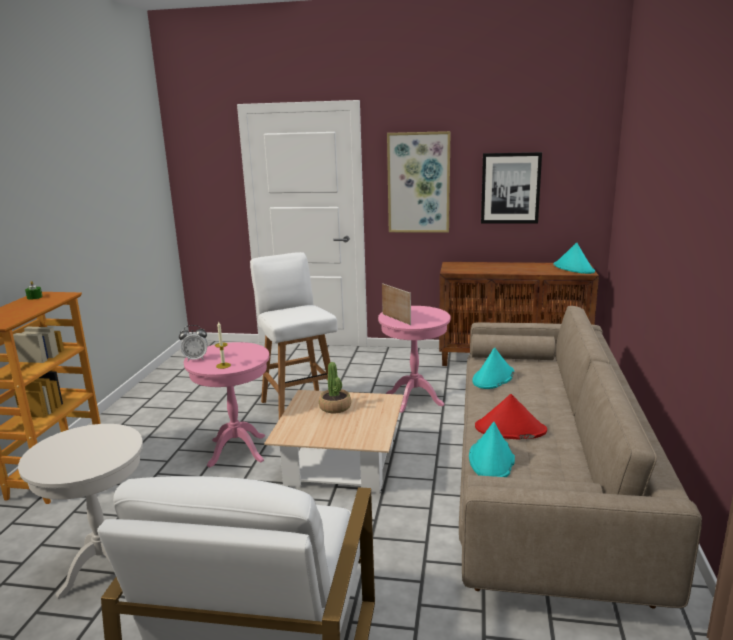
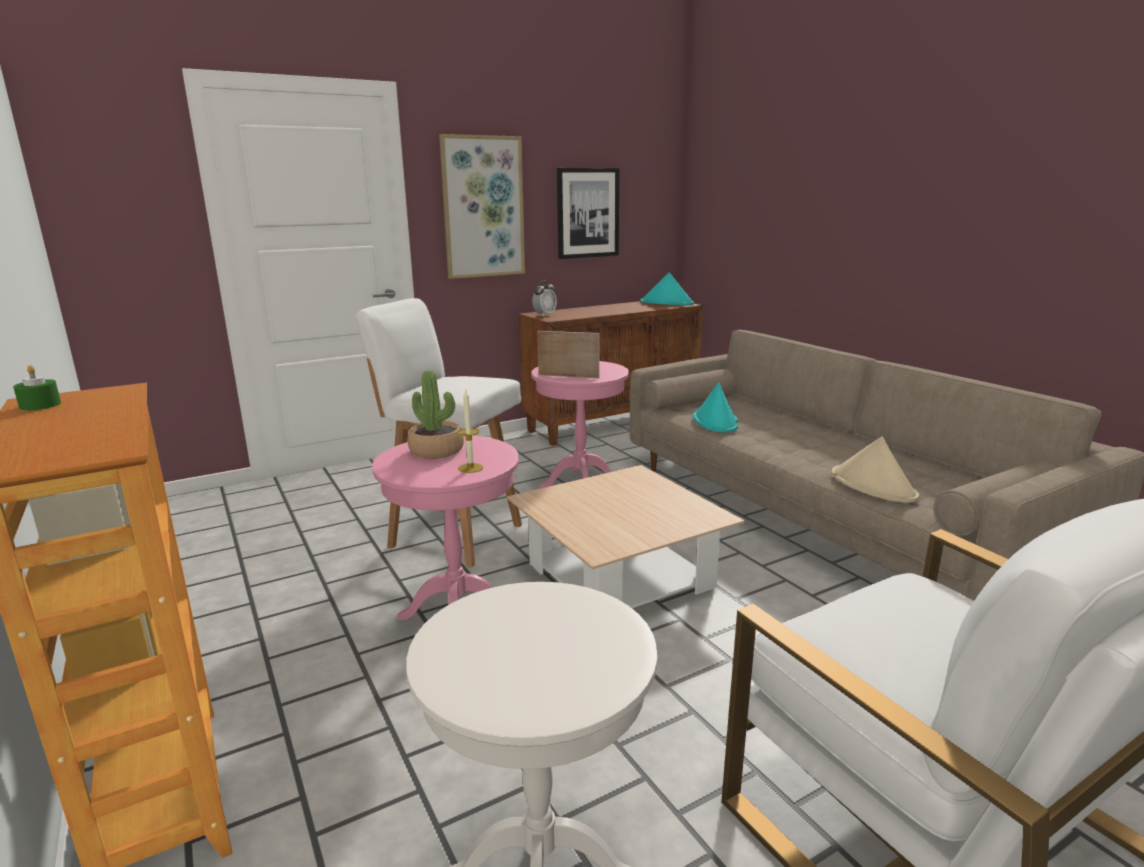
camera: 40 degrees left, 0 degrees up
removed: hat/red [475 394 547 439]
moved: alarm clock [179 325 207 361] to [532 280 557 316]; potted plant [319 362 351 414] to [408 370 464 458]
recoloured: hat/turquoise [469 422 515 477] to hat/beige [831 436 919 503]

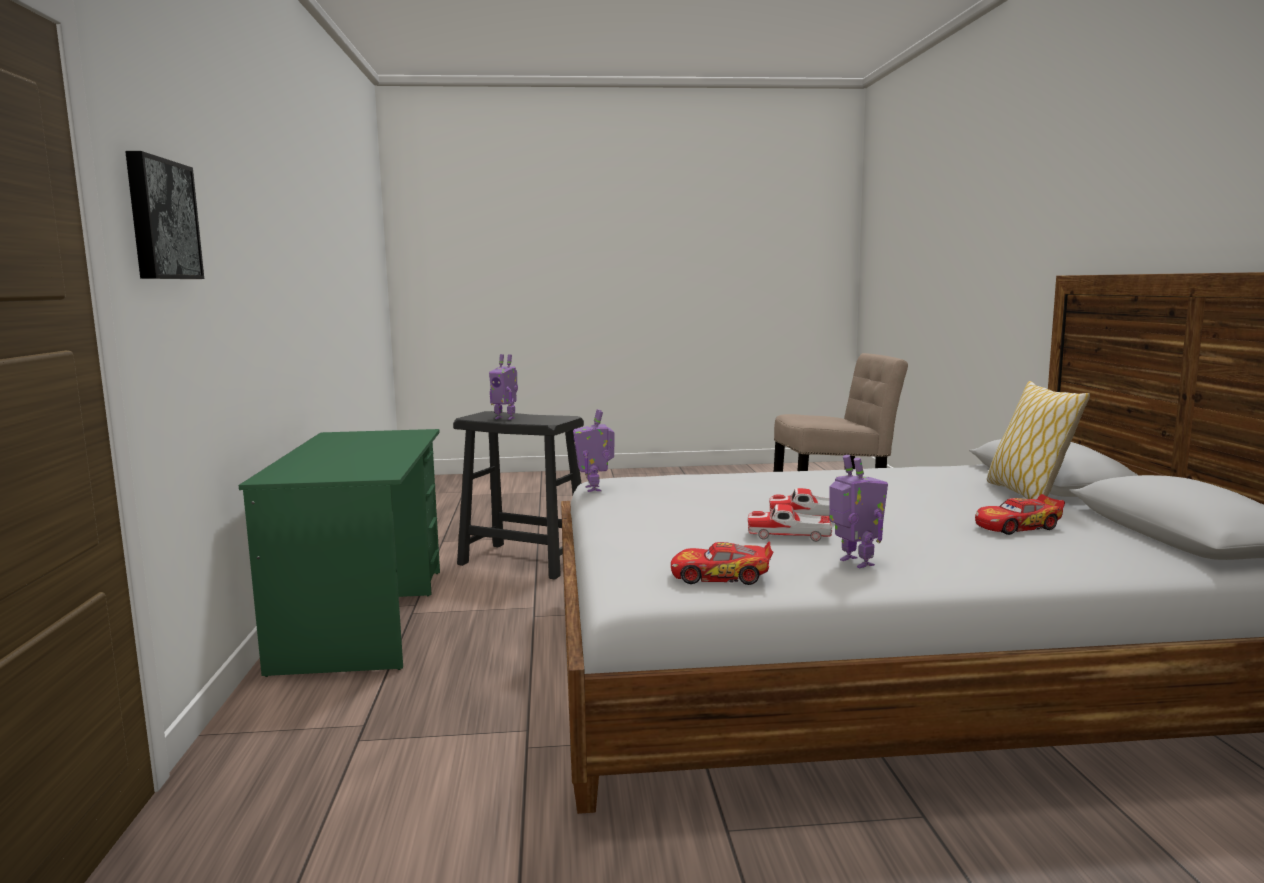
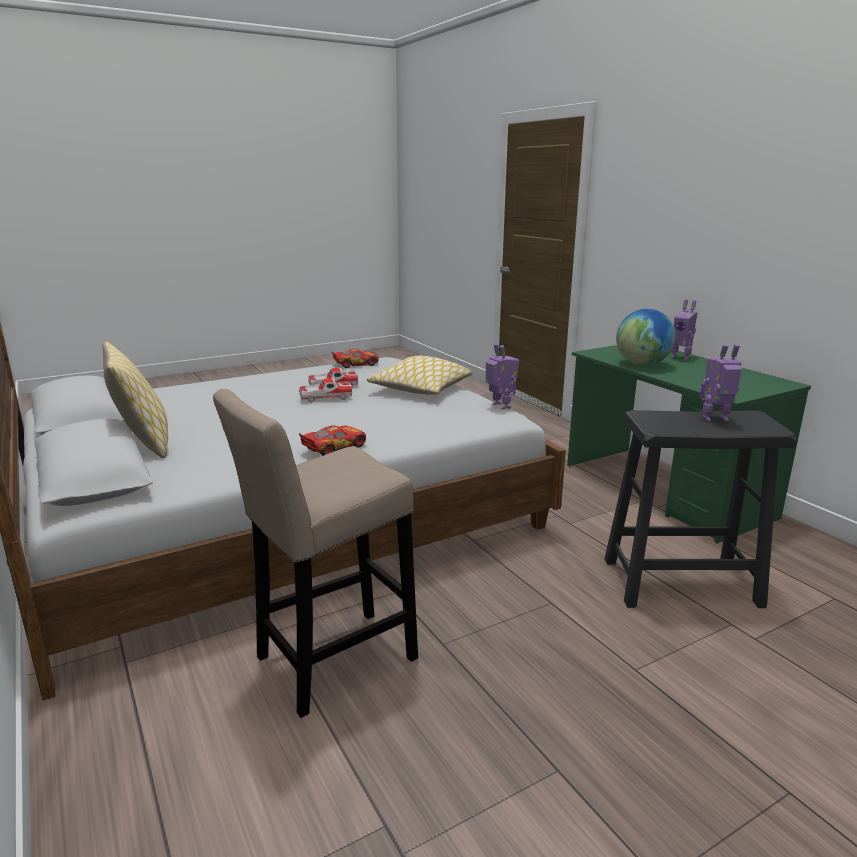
camera: 155 degrees right, 10 degrees up
removed: picture [125 151 204 279]
added: pillow [367 356 473 395]; globe [616 309 676 366]
moved: toy robot [829 455 888 568] to [671 300 697 360]; toy car [975 494 1065 535] to [299 425 366 455]

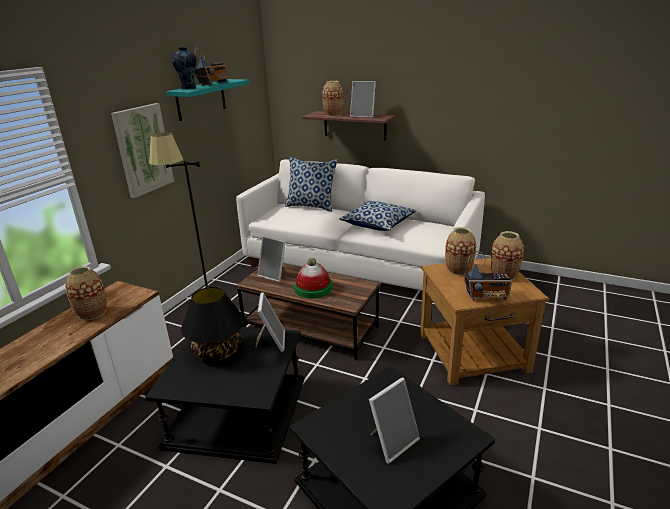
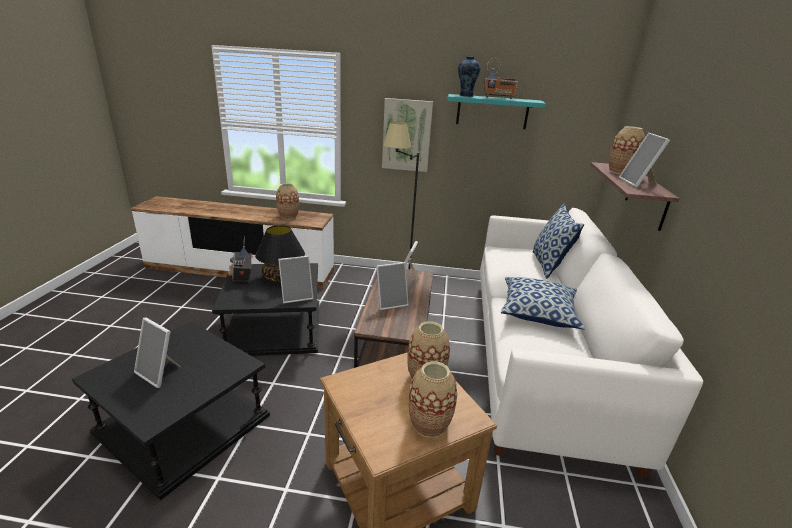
camera: 70 degrees right, 0 degrees up
moved: radio [464 251 512 301] to [228 236 253 282]
replaced: hat [294 258 332 298] to picture frame [376 262 409 310]

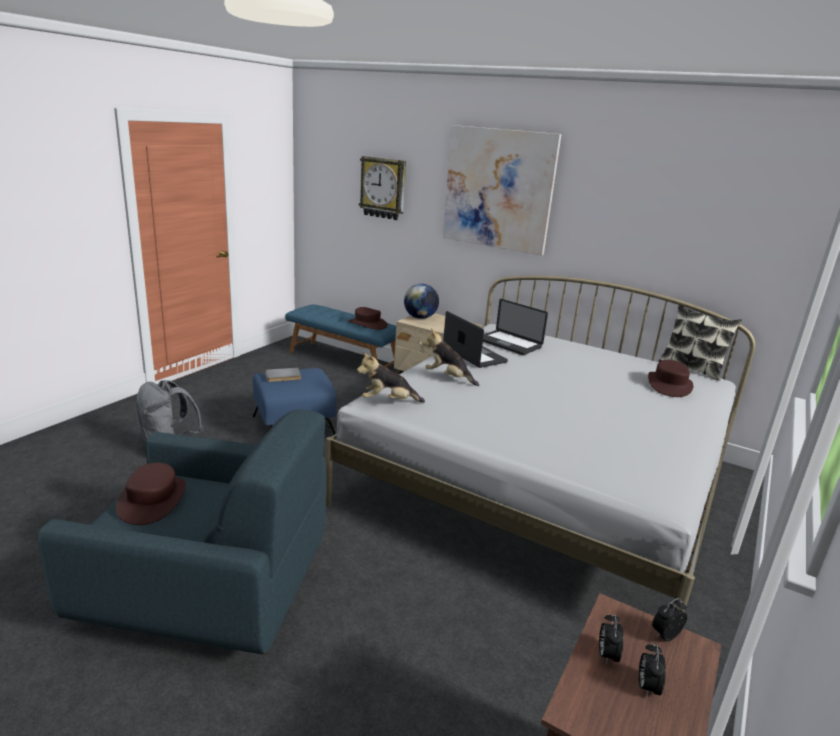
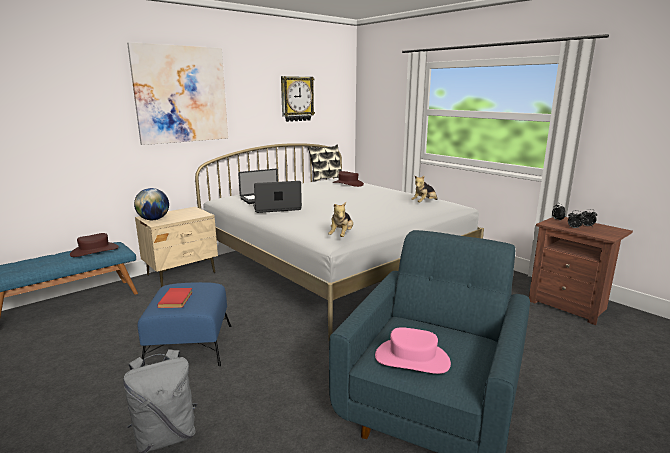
camera: 70 degrees left, 5 degrees down
moved: wall clock [359 156 406 220] to [281 76 315 122]; plush toy [422 328 479 386] to [411 176 437 202]
recoloured: hat/brown [116 463 186 525] to hat/pink [375 327 451 374]; book/grey [265 368 301 382] to book/red [157 288 192 308]

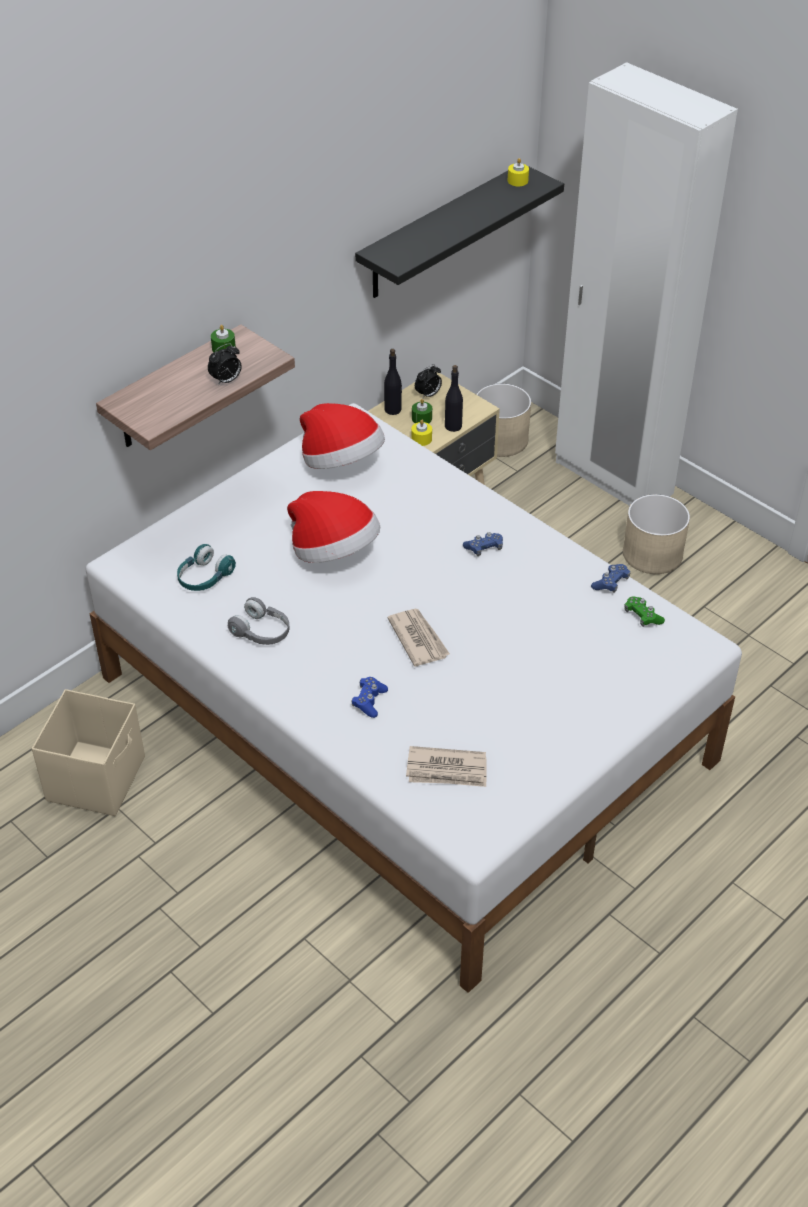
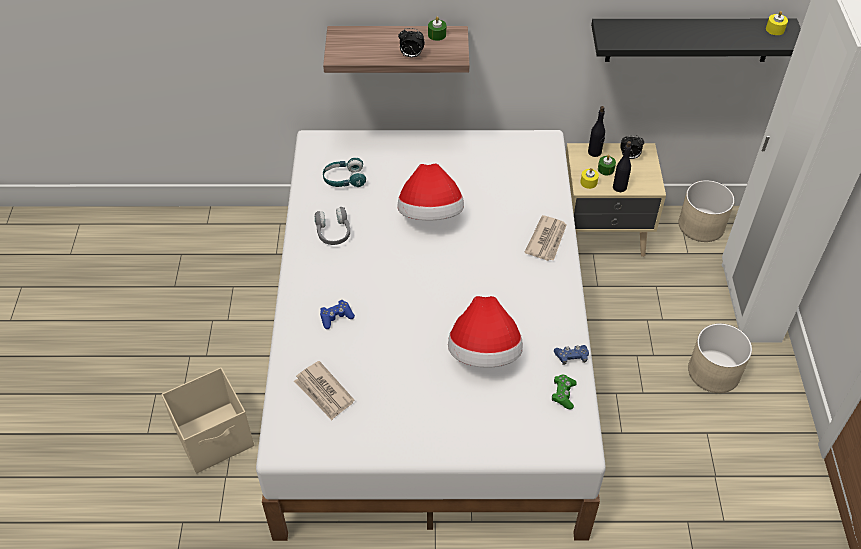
camera: 45 degrees right, 5 degrees up
removed: game controller/blue [463 532 503 556]
moved: storage box/beige [32 689 145 816] to [161 367 254 474]; hat [300 403 385 469] to [448 296 523 368]; newspaper [388 608 450 667] to [524 215 567 261]

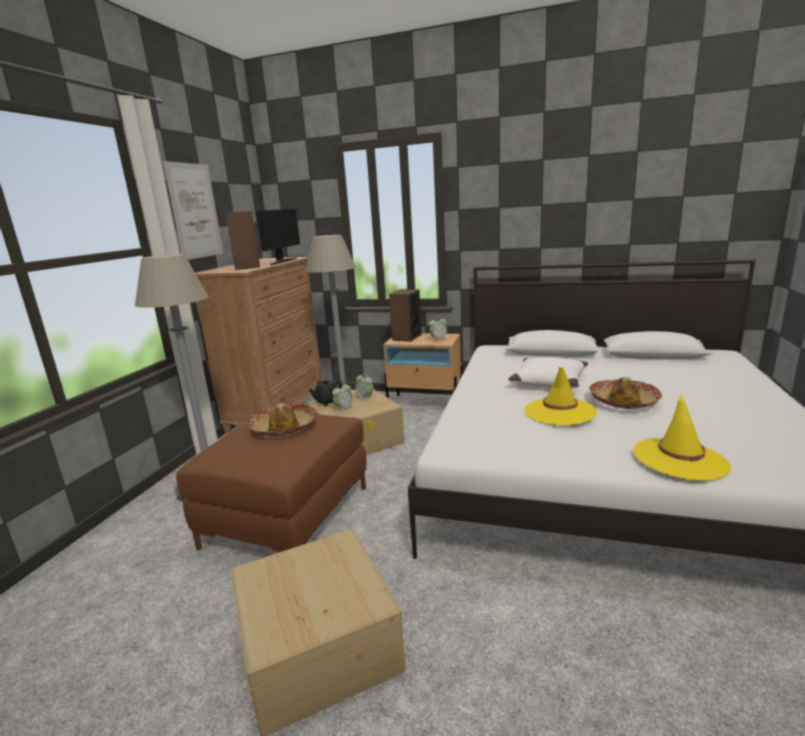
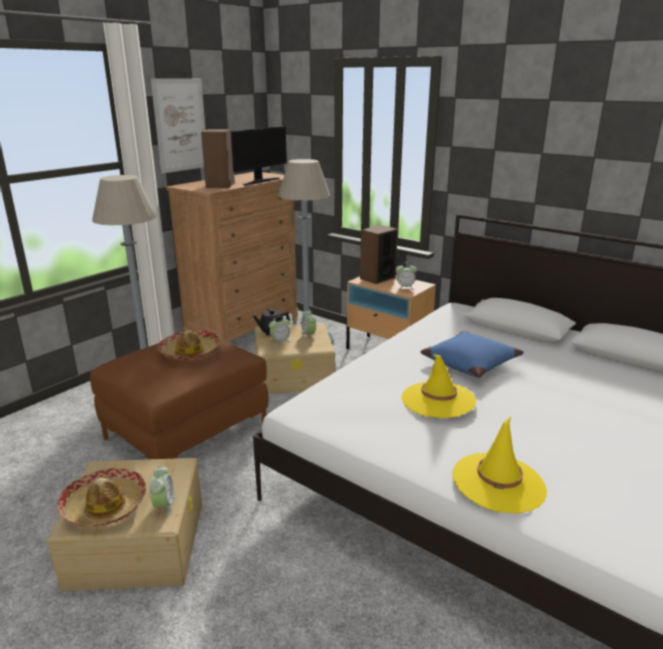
camera: 20 degrees right, 5 degrees up
added: alarm clock [149 466 175 516]
moved: hat [589 377 662 409] to [58 468 146 527]
recoloured: pillow/white [509 357 588 388] to pillow/blue [420 330 524 378]

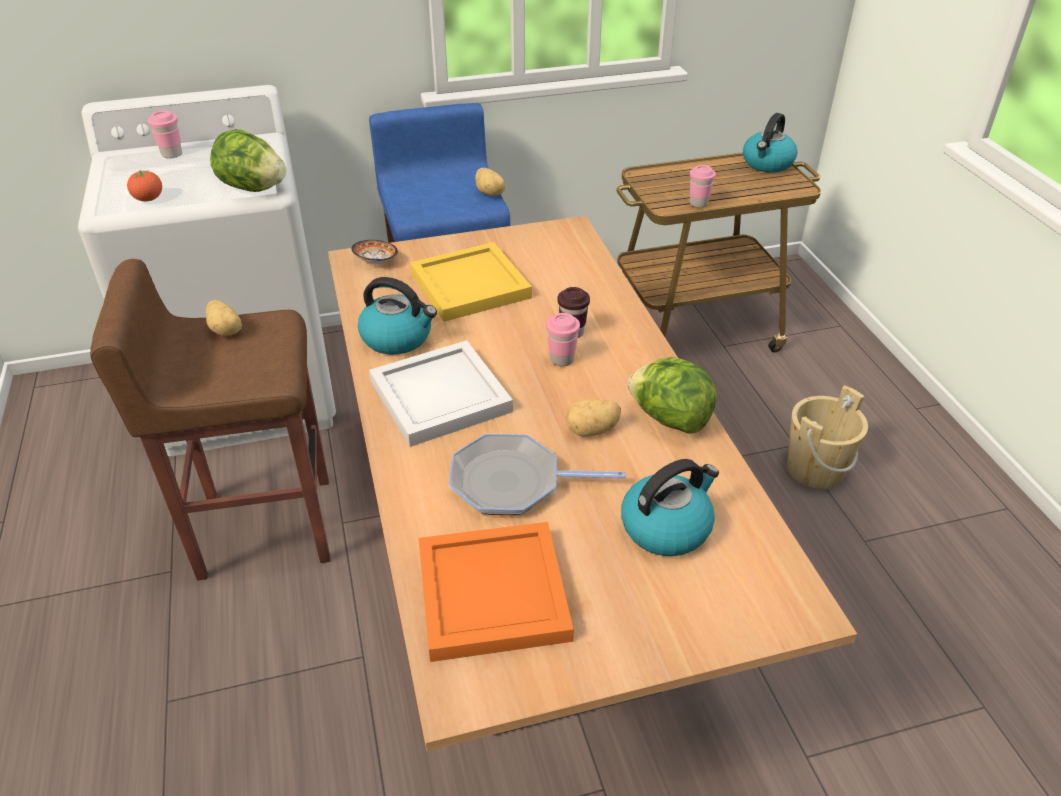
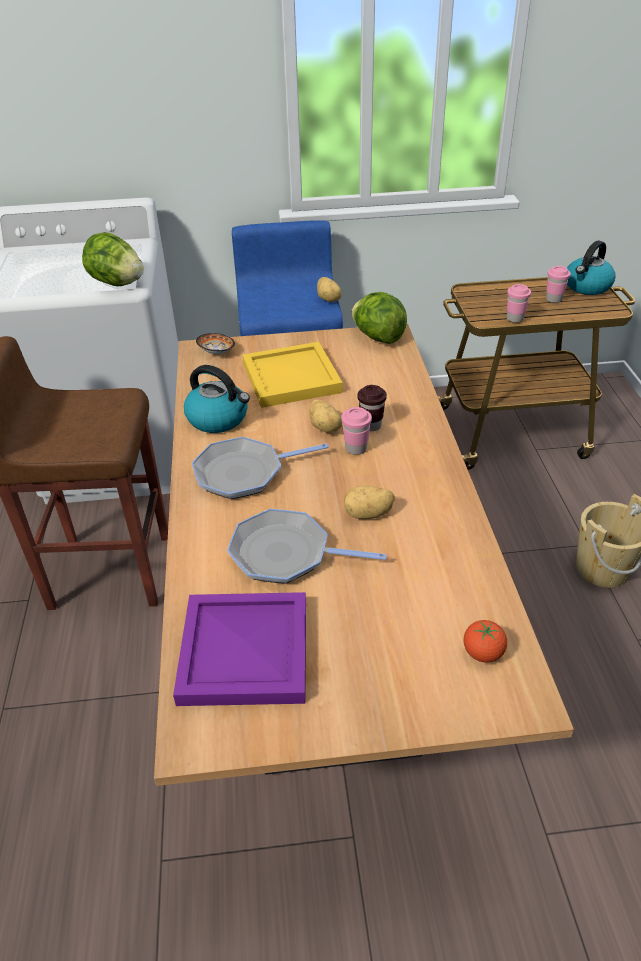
camera: 10 degrees right, 0 degrees up
removed: kettle [621 459 719 556]
moved: tomato [127 170 162 201] to [464 620 507 663]; cup/pink [147 110 182 158] to [546 266 571 303]; potato [206 300 242 336] to [309 399 342 433]; lettuce [628 357 717 434] to [351 292 407 344]
replaced: tray/white [369 340 513 447] to frying pan [192 437 329 499]
recoloured: tray/orange [419 522 574 662] to tray/purple [173 592 306 706]

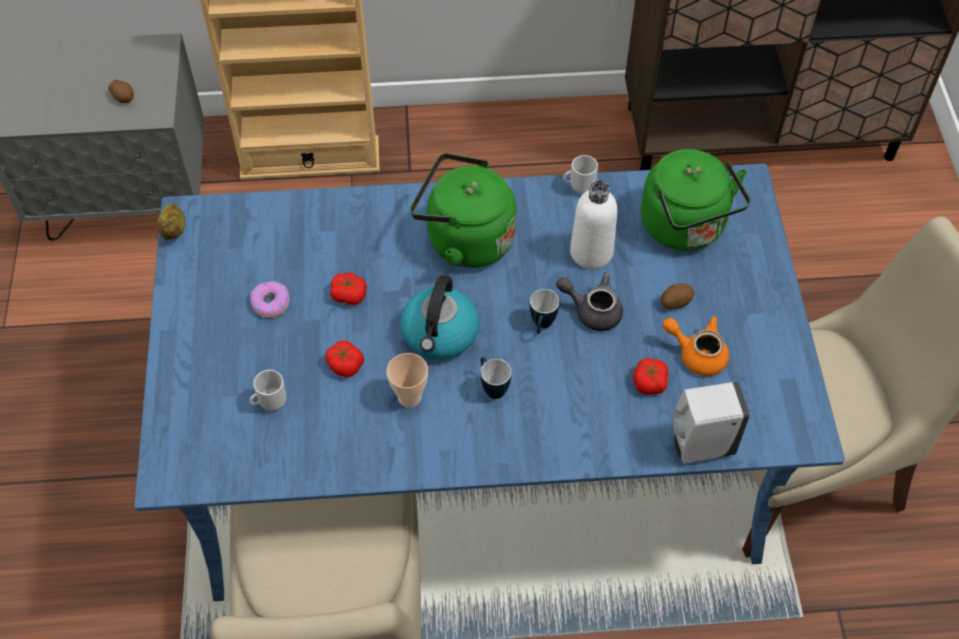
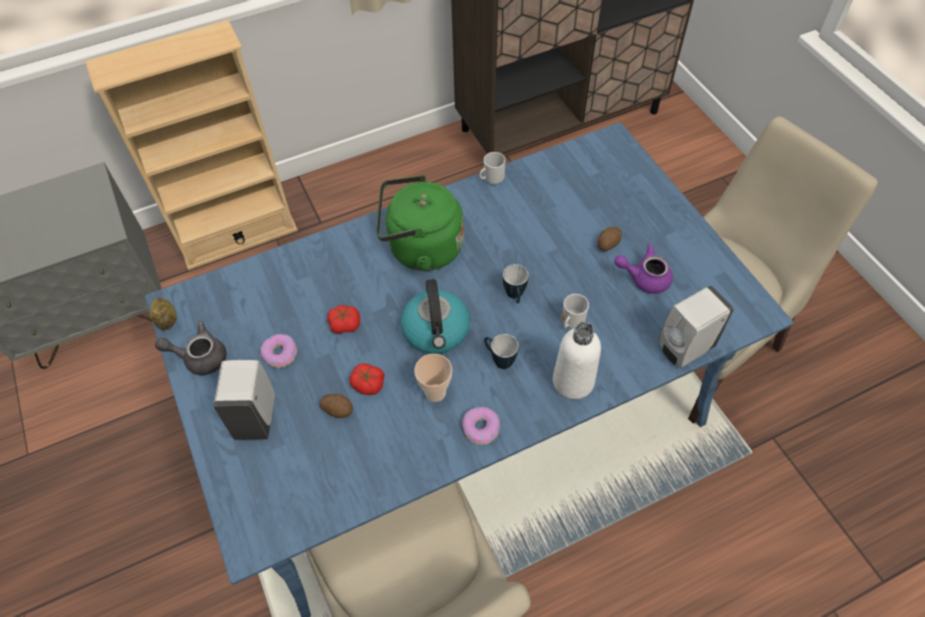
camera: 20 degrees left, 0 degrees up
removed: tomato [633 358 668 395]; kettle/green [641 149 751 251]
added: soap dispenser/white [214 360 275 440]; donut [462 407 500 445]
moved: potato [108 80 134 103] to [320 394 353 418]; mug [250 370 287 411] to [562 294 589 329]; teapot/grey [556 273 623 331] to [155 321 227 375]; bottle/white [570 180 617 269] to [553 322 601 399]
recoloured: teapot/orange [663 316 729 376] to teapot/purple [614 244 673 294]

